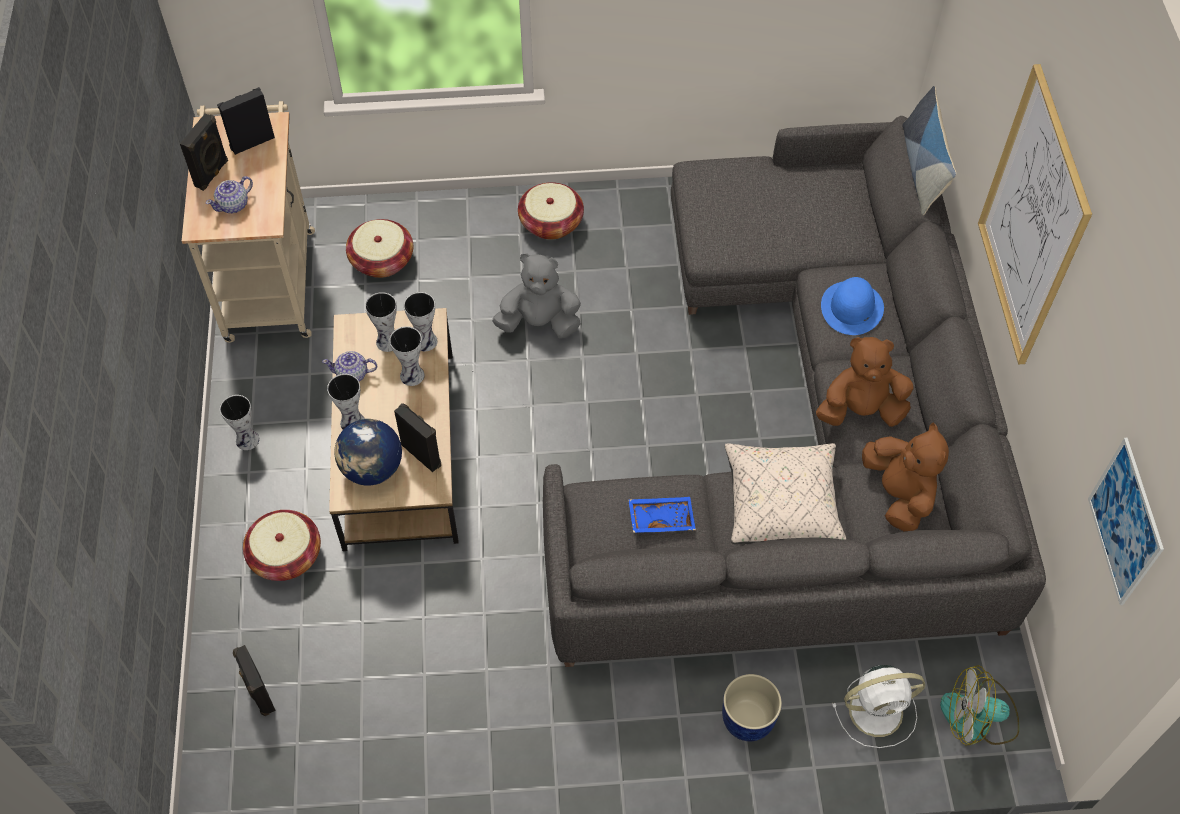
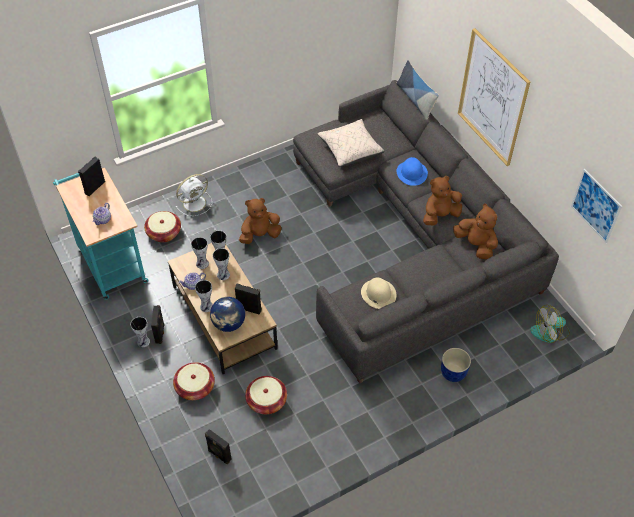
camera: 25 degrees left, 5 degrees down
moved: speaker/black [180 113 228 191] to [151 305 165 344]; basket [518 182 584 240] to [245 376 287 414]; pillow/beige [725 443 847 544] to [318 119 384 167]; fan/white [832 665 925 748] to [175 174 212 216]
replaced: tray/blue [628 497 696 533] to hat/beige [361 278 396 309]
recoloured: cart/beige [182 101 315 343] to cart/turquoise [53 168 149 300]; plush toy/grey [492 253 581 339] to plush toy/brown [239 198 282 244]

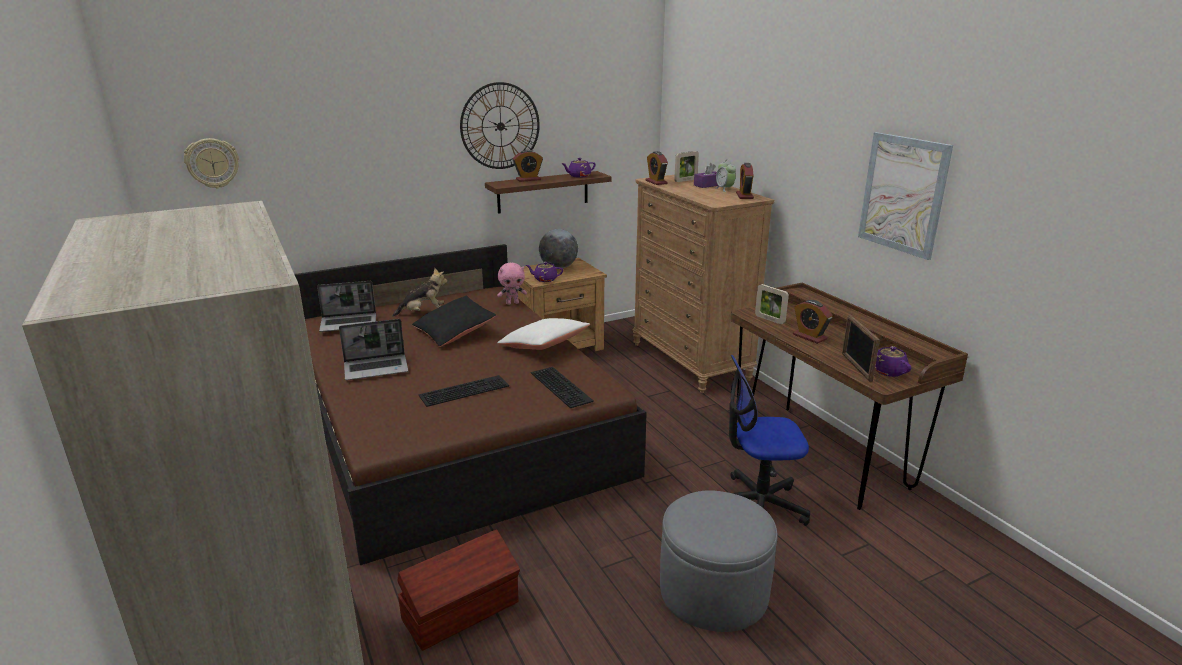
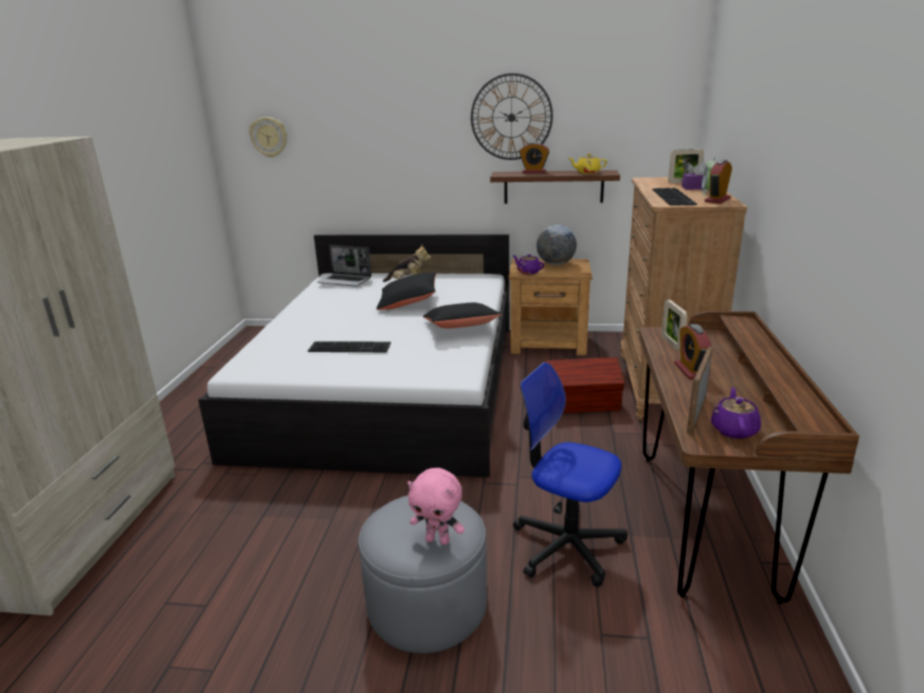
camera: 35 degrees right, 0 degrees up
removed: laptop [339 319 409 380]; alarm clock [645 151 668 185]; picture [858 132 953 260]
moved: storage box/brown [397 529 520 651] to [545 357 625 413]; plush toy/pink [497 263 527 305] to [407 468 464 545]; keyboard [531 367 594 408] to [652 188 697 206]
recoloured: bed/brown [294 244 647 565] to bed/white [198 234 509 477]; pillow/white [497 318 590 350] to pillow/black [423 303 502 328]; teapot/purple [561 158 596 178] to teapot/yellow [569 153 607 174]

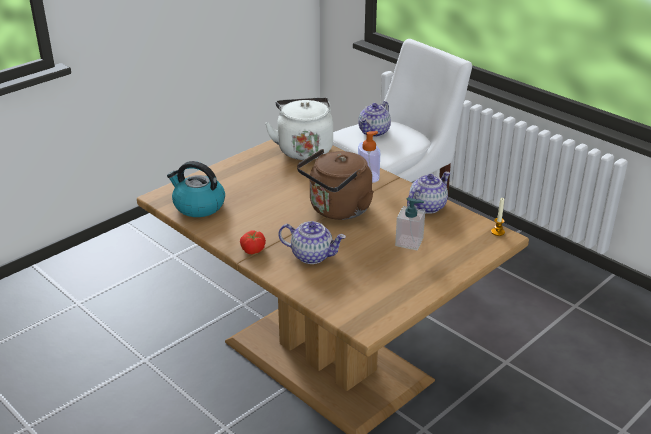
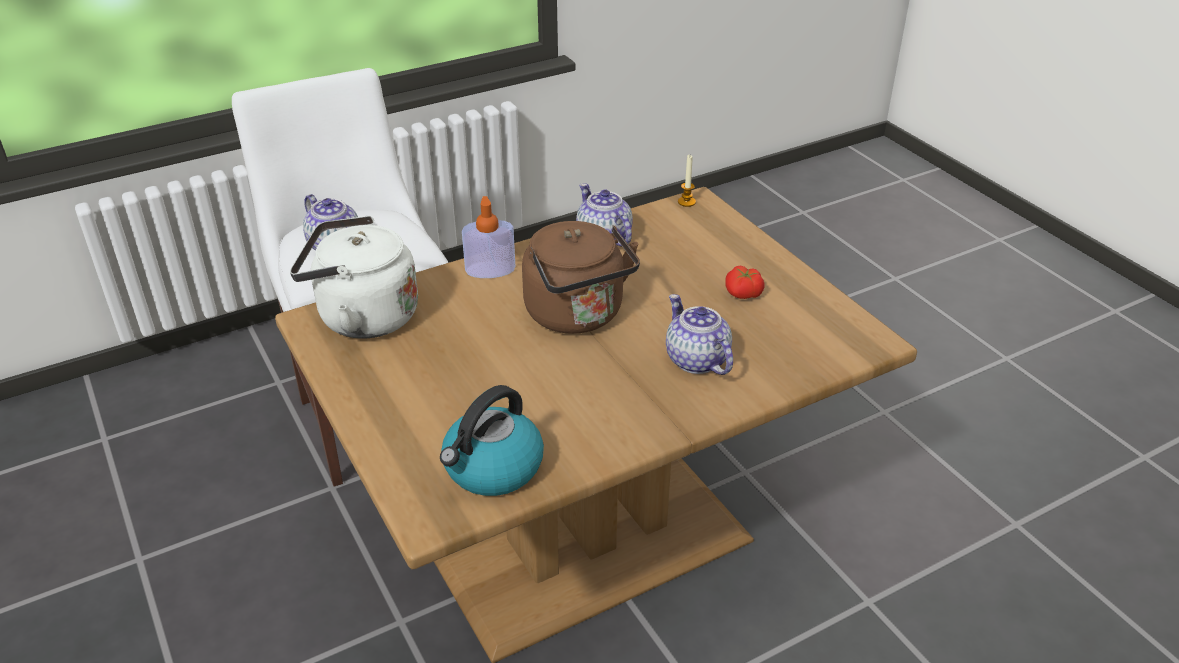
camera: 75 degrees left, 5 degrees up
removed: soap dispenser [395 197 425 250]
moved: tomato [240 230 266 254] to [725 266 765 299]
turned: teapot [278 221 346 264] = [666 294 733 375] 60 degrees counterclockwise

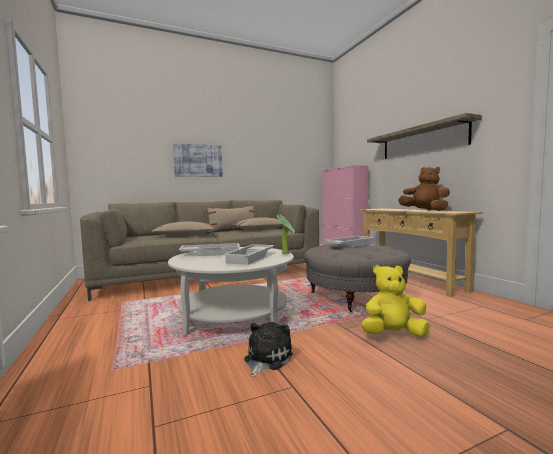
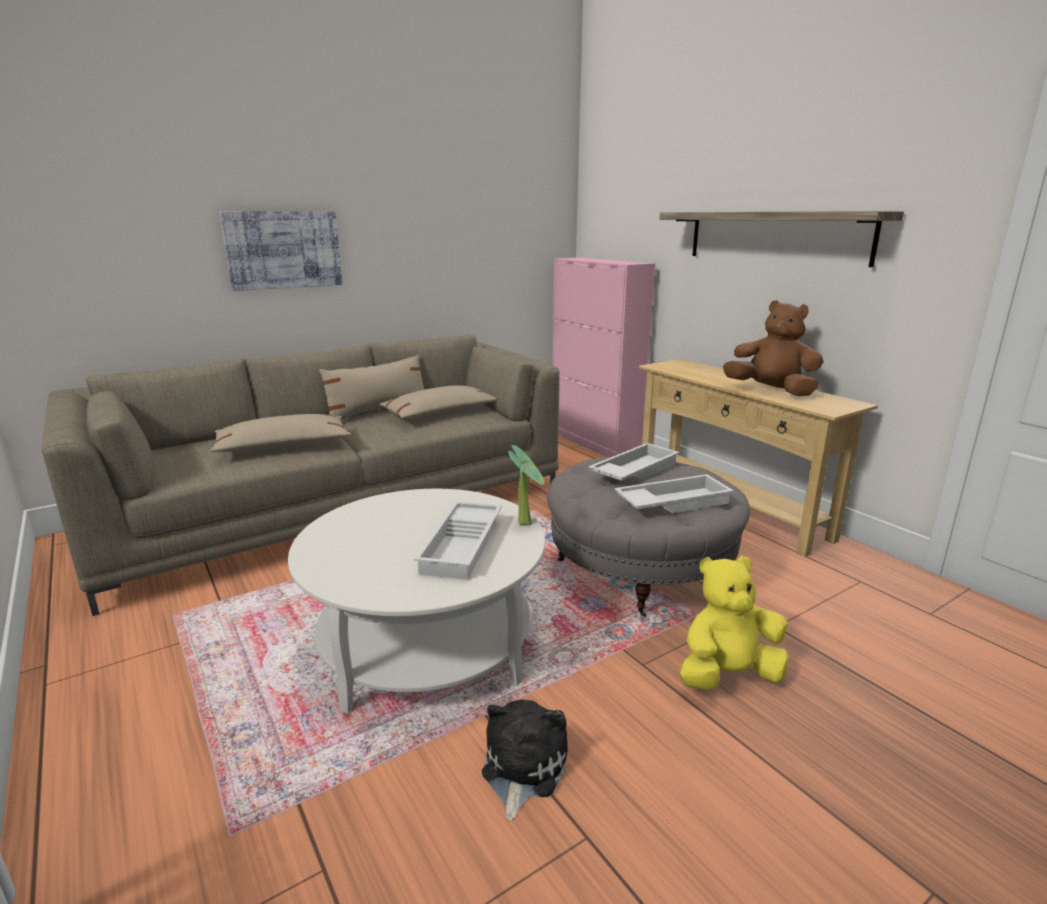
camera: 10 degrees left, 15 degrees up
moved: tray/white [179 243 240 256] to [615 474 734 513]

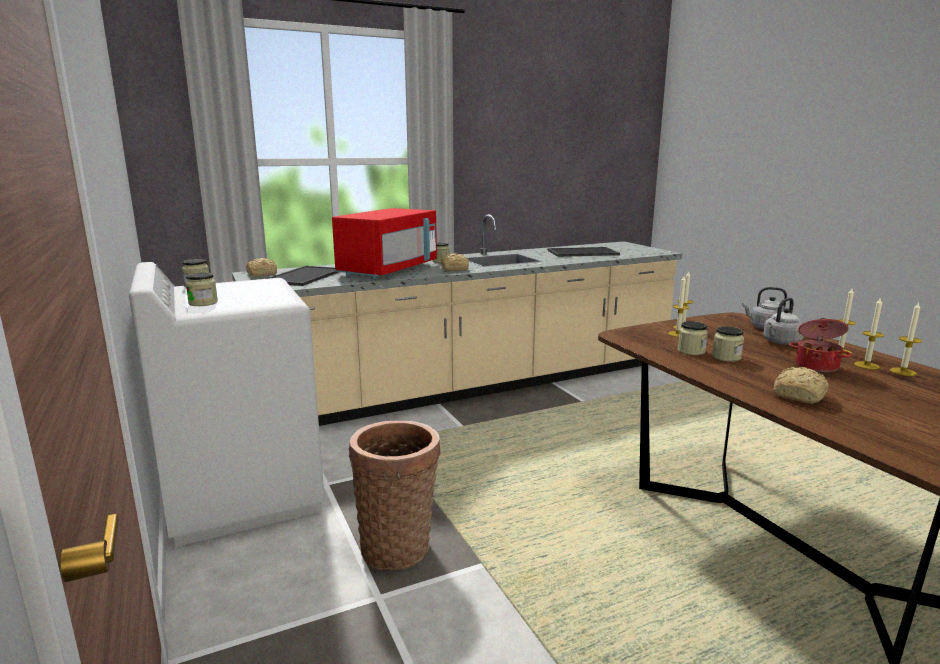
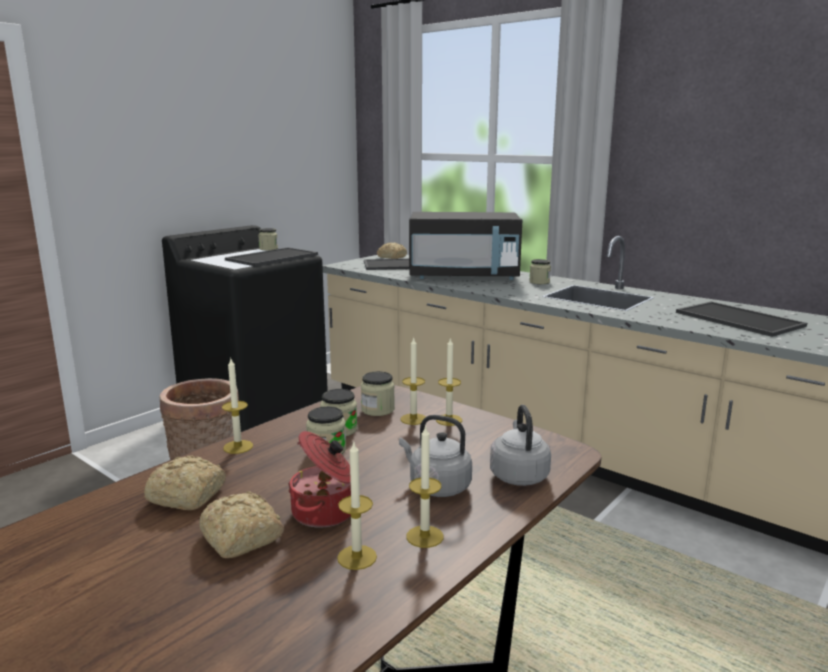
camera: 65 degrees right, 0 degrees up
added: tray [225 247 318 266]
moved: jar [186 273 218 306] to [361 371 395 416]; bread [441 253 469 271] to [199 491 284 558]; candle [890 302 922 376] to [222 359 253 454]
recoloured: washing machine/white [129 262 325 547] to washing machine/black [162 225 328 432]; microwave/red [332 208 437 279] to microwave/black [409 212 522 280]

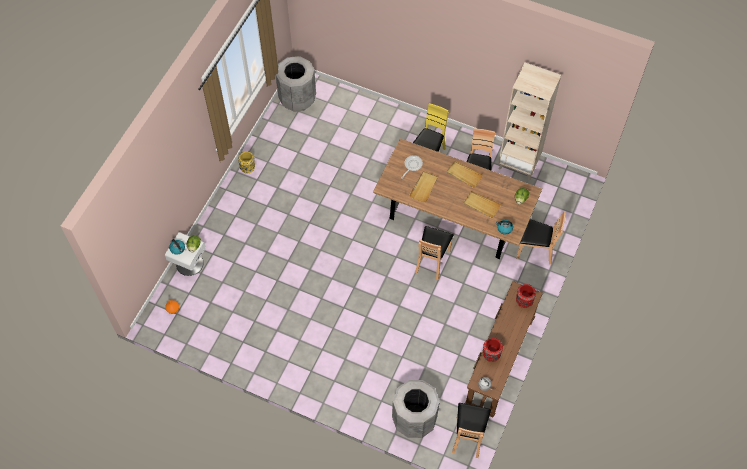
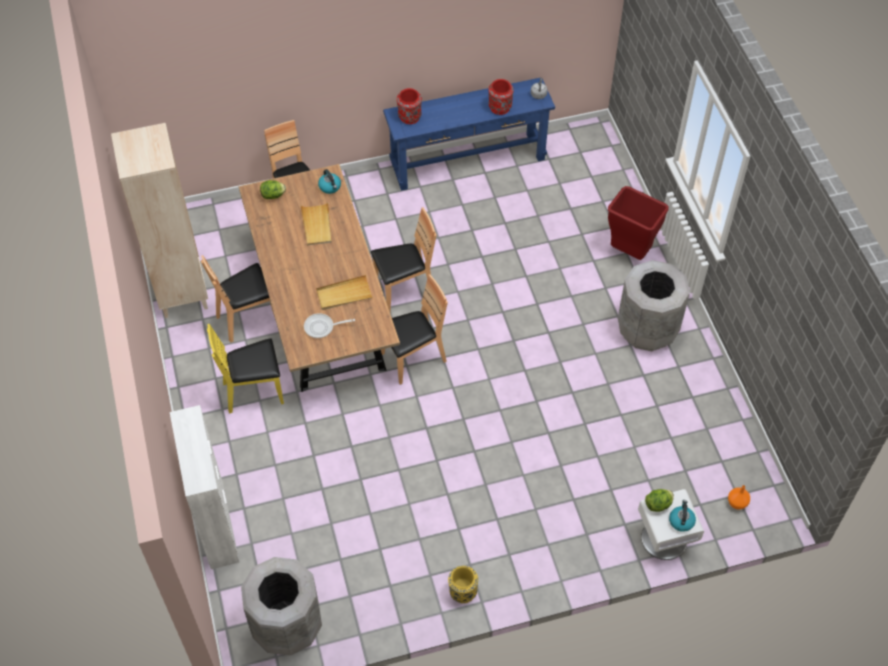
camera: 130 degrees left, 5 degrees down
removed: tray/beige [446 161 483 188]
added: cabinet/white [170 405 239 569]; trash can/red [608 186 669 260]
moved: trash can/grey [392 380 440 438] to [618 260 690 351]; chair/brown [452 403 491 458] to [381 274 448 385]
recoloured: console table/brown [465 281 543 417] to console table/blue [383 77 555 191]

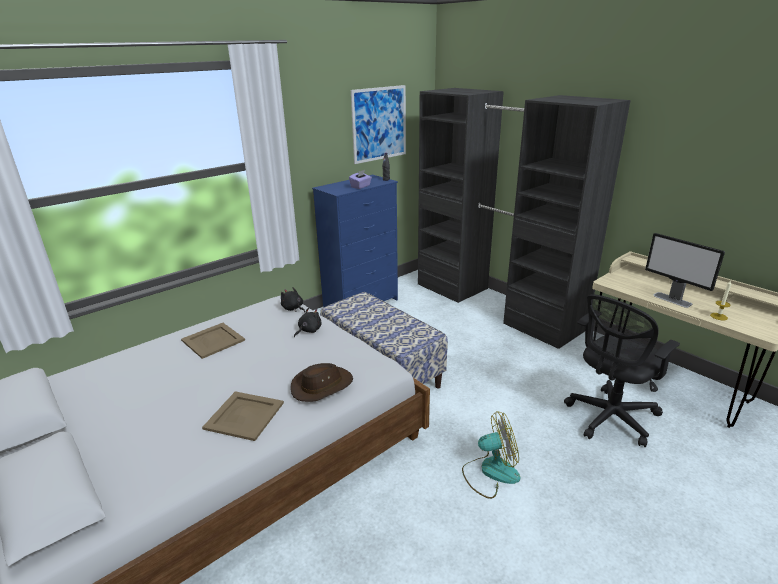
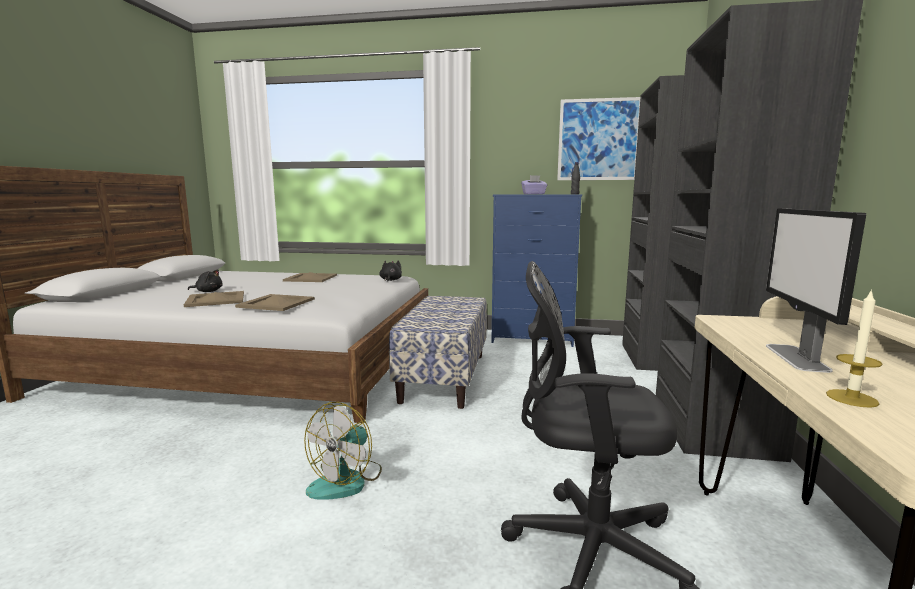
camera: 50 degrees right, 15 degrees down
moved: plush toy/black [294 308 321 337] to [188 269 223 292]
replaced: hat/brown [290 363 353 402] to tray/beige [235 294 315 311]
turned: fan [462 411 520 499] = [304 402 382 500] 75 degrees clockwise

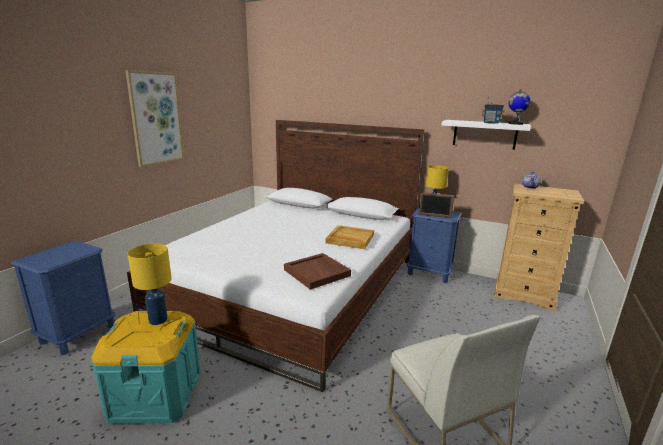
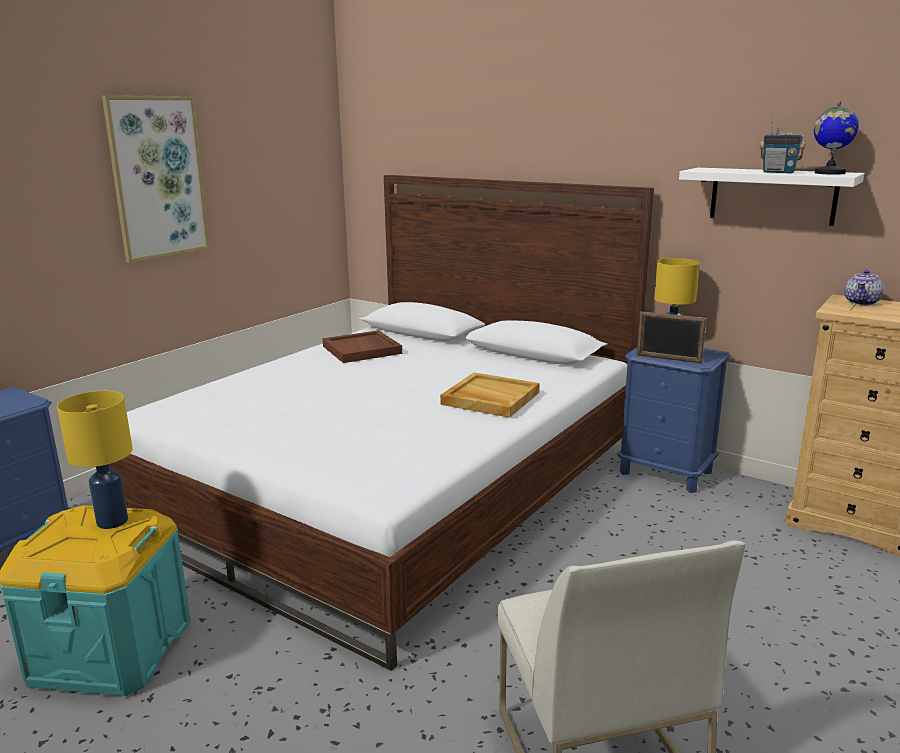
camera: 10 degrees right, 0 degrees up
moved: tray/brown [284 253 351 290] to [322 330 402 363]

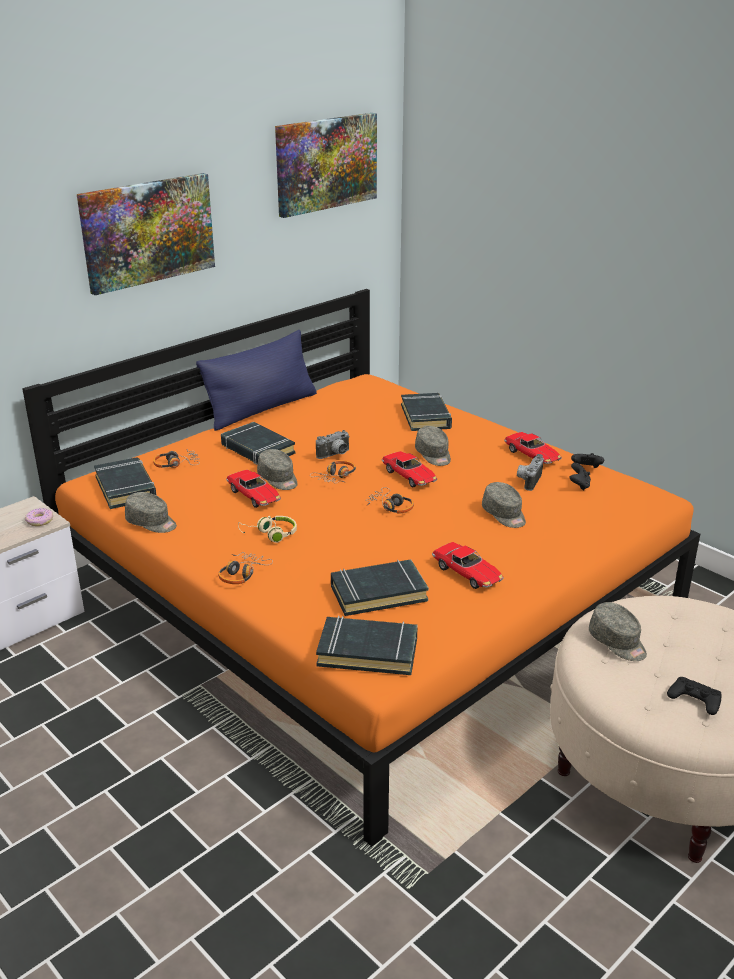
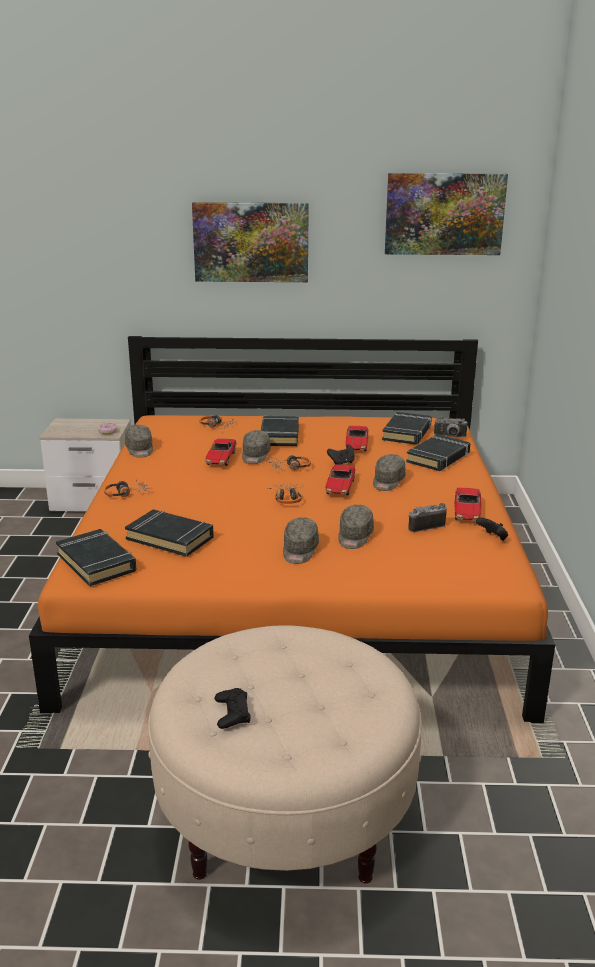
camera: 45 degrees right, 5 degrees down
removed: pillow/blue [196 330 317 431]; headphones/beige [238 516 297 543]
moved: book/black [94 457 157 509] to [382 412 432 445]; photo camera [316 430 350 459] to [434 416 468 437]; toy car [432 542 504 589] to [346 426 368 452]; game controller/black [570 463 591 491] to [327 445 355 465]; cap/grey [589 602 647 661] to [283 517 319 564]

